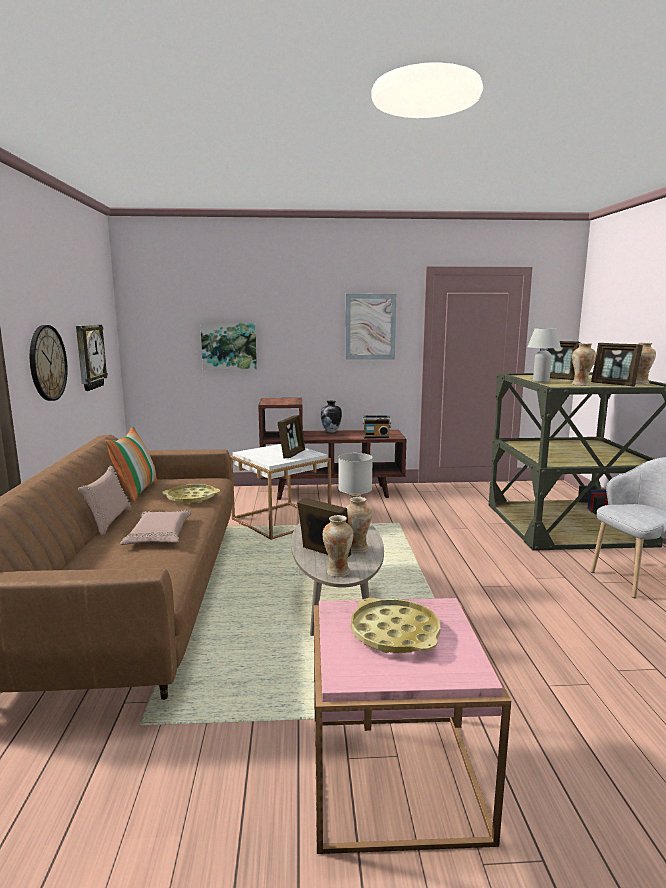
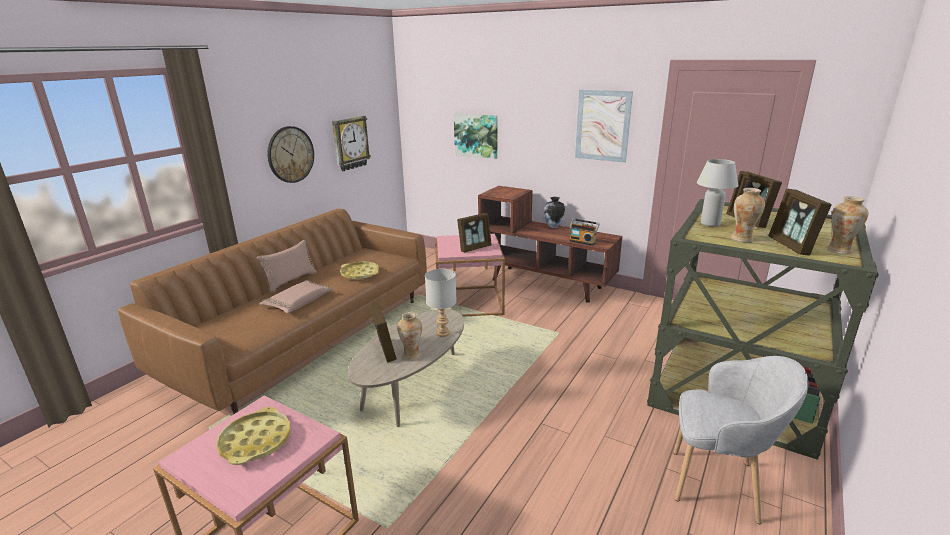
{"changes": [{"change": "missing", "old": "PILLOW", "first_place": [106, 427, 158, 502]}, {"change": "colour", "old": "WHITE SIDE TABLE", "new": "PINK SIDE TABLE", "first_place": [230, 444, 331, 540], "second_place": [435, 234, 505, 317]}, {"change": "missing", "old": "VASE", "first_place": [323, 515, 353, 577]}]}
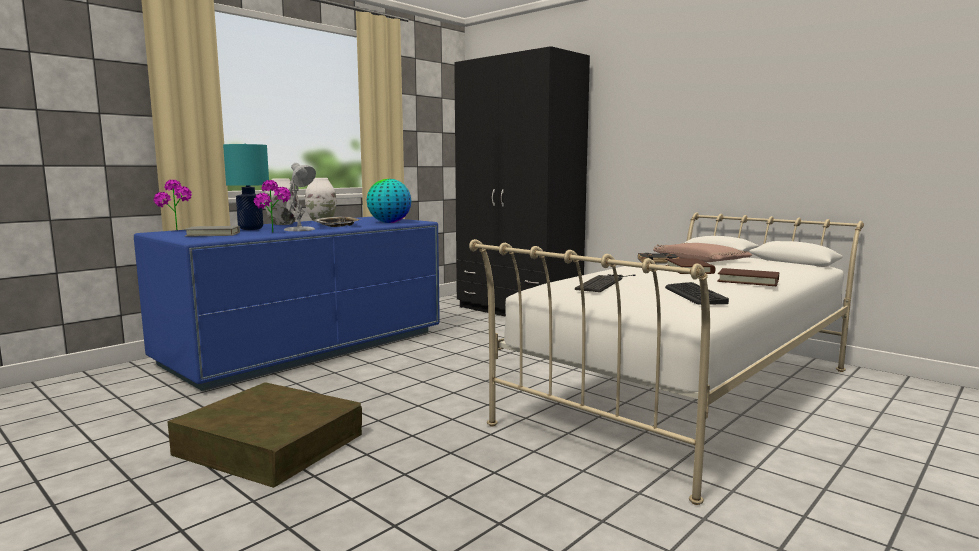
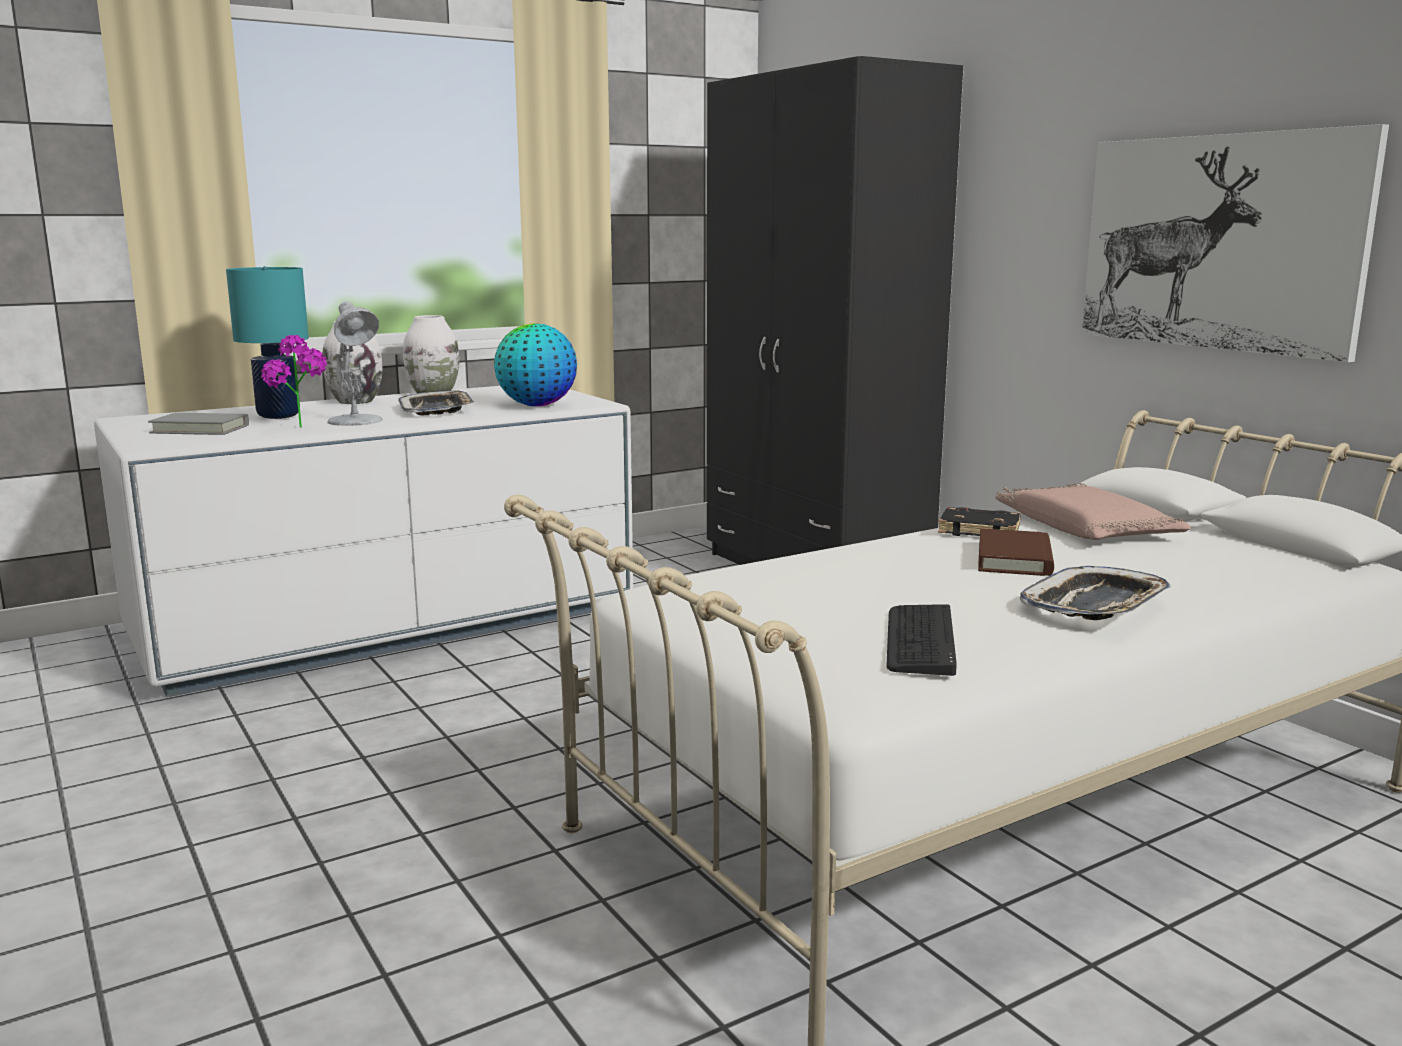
{"changes": [{"change": "missing", "old": "POTTED PLANT", "first_place": [154, 180, 192, 230]}, {"change": "colour", "old": "BLUE DRESSER", "new": "WHITE DRESSER", "first_place": [134, 217, 440, 391], "second_place": [94, 386, 633, 697]}, {"change": "exchanged", "old": "BROWN BOOK", "new": "TRAY", "first_place": [717, 268, 779, 286], "second_place": [1020, 566, 1171, 620]}, {"change": "missing", "old": "KEYBOARD", "first_place": [575, 274, 636, 292]}, {"change": "missing", "old": "BROWN STORAGE BOX", "first_place": [167, 382, 362, 488]}, {"change": "appeared", "new": "PICTURE", "second_place": [1082, 124, 1389, 362]}]}
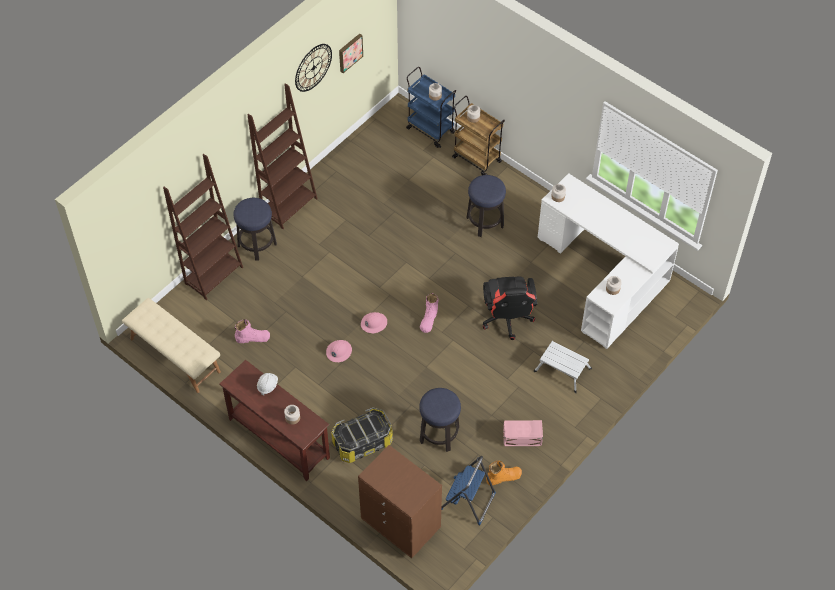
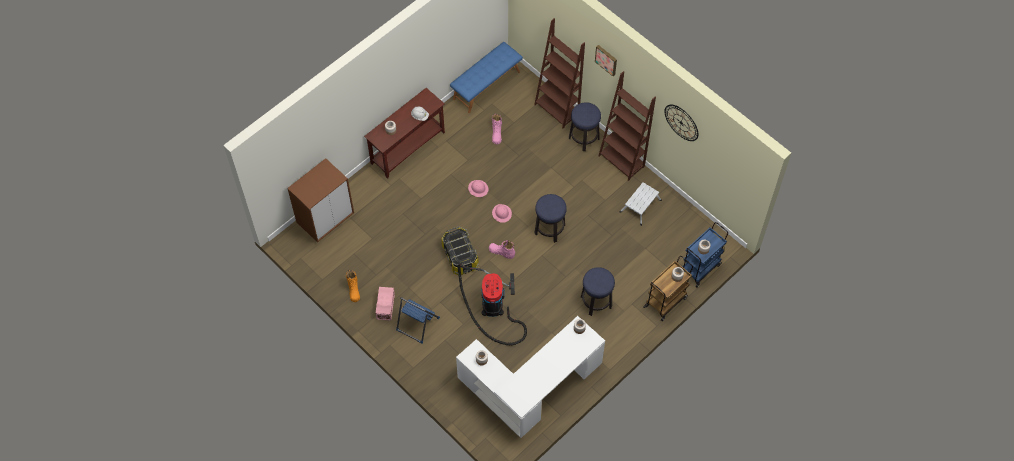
{"changes": [{"change": "relocated", "old": "PICTURE", "first_place": [339, 34, 363, 73], "second_place": [595, 45, 617, 76]}, {"change": "exchanged", "old": "BLACK OFFICE CHAIR", "new": "VACUUM CLEANER", "first_place": [483, 276, 537, 340], "second_place": [458, 263, 527, 345]}, {"change": "colour", "old": "BEIGE BENCH", "new": "BLUE BENCH", "first_place": [122, 298, 221, 393], "second_place": [450, 42, 523, 113]}, {"change": "relocated", "old": "WHITE STEP LADDER", "first_place": [534, 341, 592, 393], "second_place": [620, 182, 662, 226]}, {"change": "relocated", "old": "STOOL", "first_place": [419, 388, 461, 452], "second_place": [534, 194, 567, 243]}, {"change": "relocated", "old": "STORAGE BOX", "first_place": [331, 407, 393, 463], "second_place": [441, 227, 479, 275]}, {"change": "relocated", "old": "BLUE STEP LADDER", "first_place": [441, 456, 496, 525], "second_place": [396, 297, 440, 343]}]}
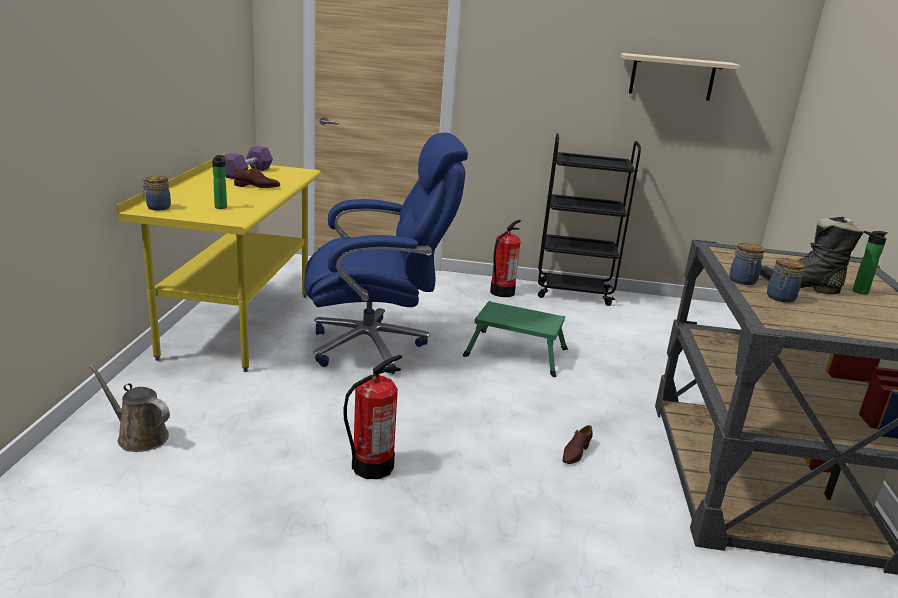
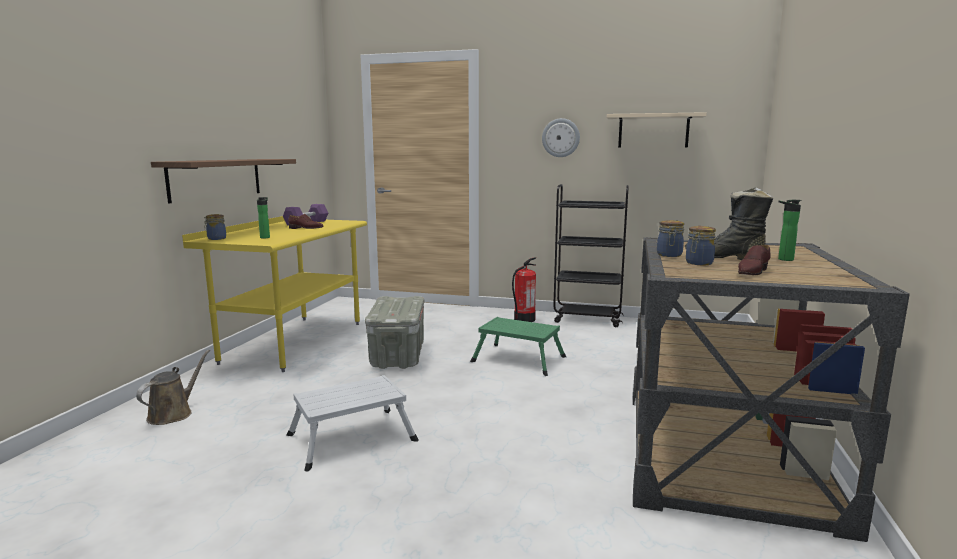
{"changes": [{"change": "exchanged", "old": "BLUE OFFICE CHAIR", "new": "GREY STORAGE BOX", "first_place": [304, 133, 468, 374], "second_place": [365, 296, 424, 369]}, {"change": "exchanged", "old": "FIRE EXTINGUISHER", "new": "WHITE STEP LADDER", "first_place": [344, 355, 402, 479], "second_place": [287, 375, 419, 471]}, {"change": "spun", "old": "BROWN WATERING CAN", "first_place": [89, 365, 170, 452], "second_place": [136, 350, 210, 425], "degrees": 75}, {"change": "relocated", "old": "BROWN SHOE", "first_place": [563, 425, 593, 464], "second_place": [738, 245, 771, 275]}, {"change": "appeared", "new": "WALL CLOCK", "second_place": [542, 118, 580, 157]}, {"change": "appeared", "new": "SHELF", "second_place": [151, 159, 296, 203]}]}
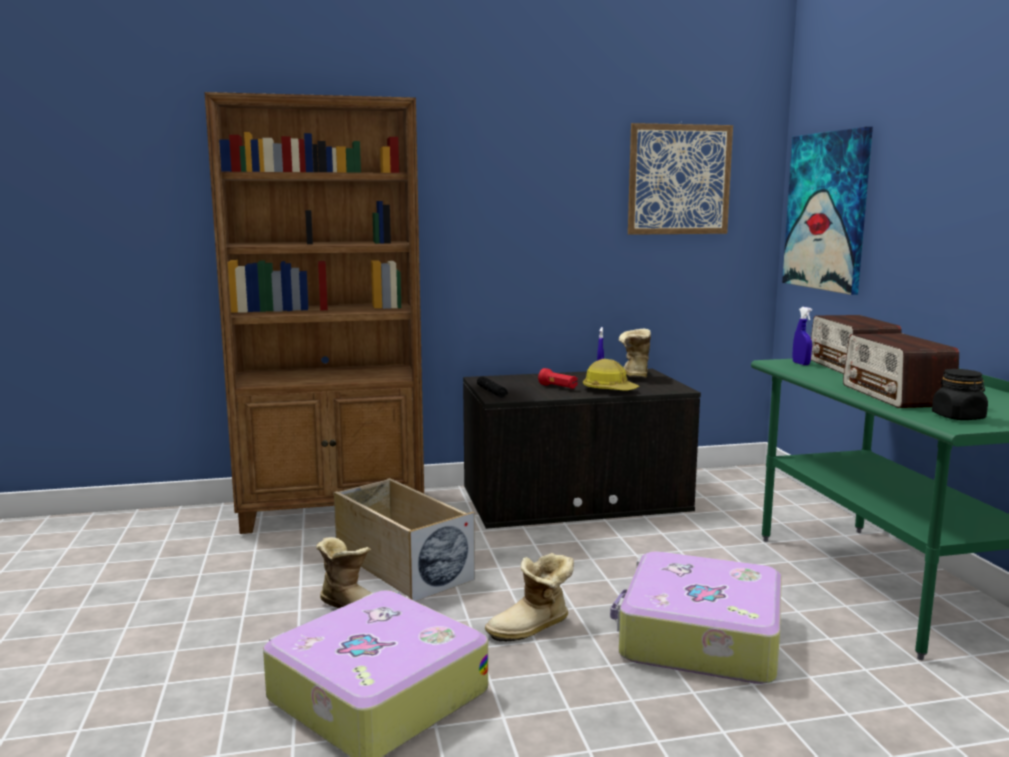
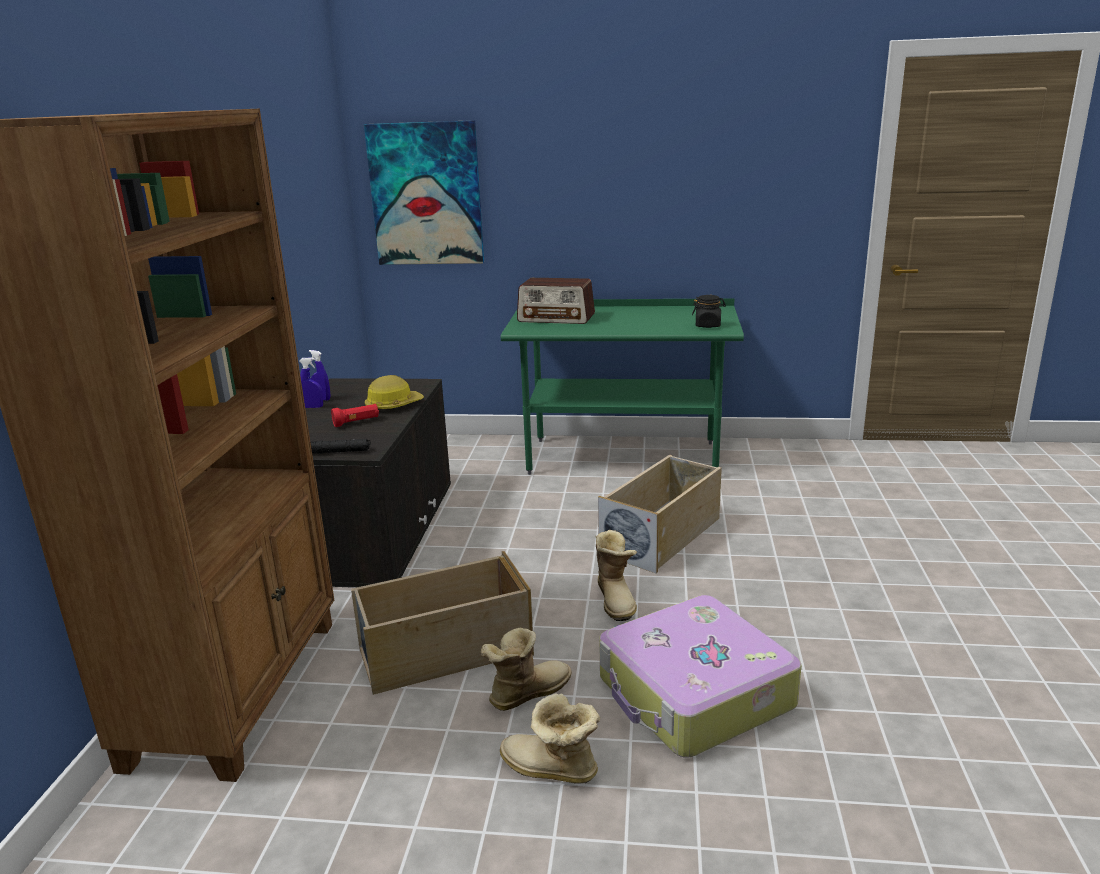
{"changes": [{"change": "missing", "old": "PICTURE", "first_place": [628, 123, 733, 235]}, {"change": "relocated", "old": "BLUE SPRAY BOTTLE", "first_place": [792, 307, 812, 365], "second_place": [299, 357, 323, 408]}, {"change": "relocated", "old": "BOOT", "first_place": [619, 329, 651, 378], "second_place": [500, 693, 600, 784]}, {"change": "missing", "old": "RADIO", "first_place": [843, 333, 959, 408]}, {"change": "exchanged", "old": "SUITCASE", "new": "BEIGE STORAGE BOX", "first_place": [610, 551, 782, 684], "second_place": [598, 455, 722, 574]}]}
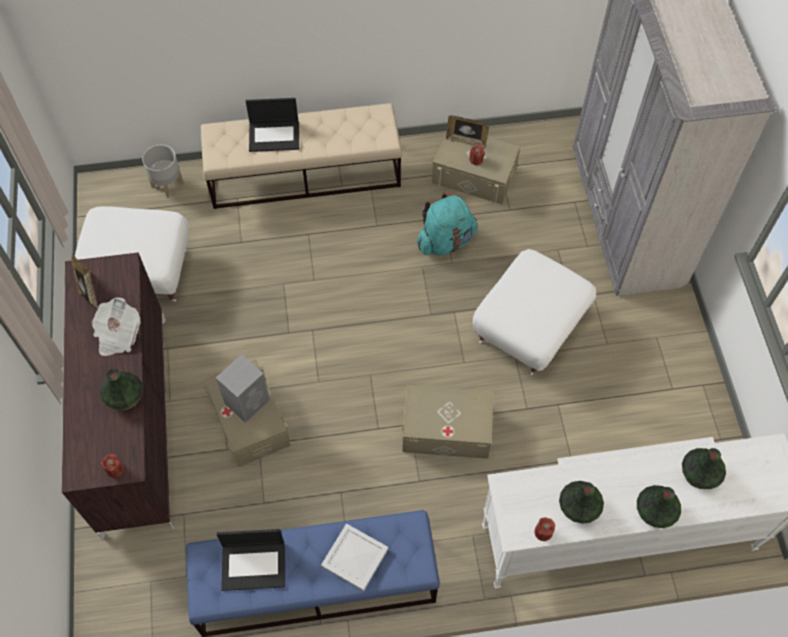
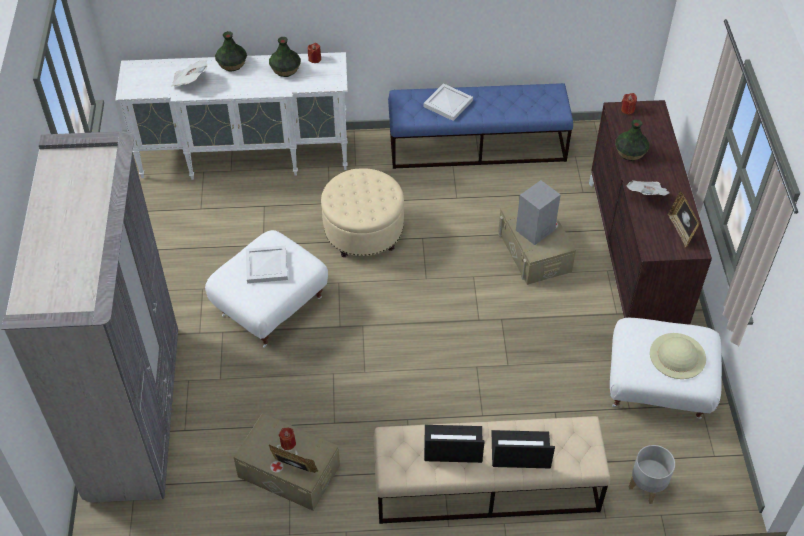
{"changes": [{"change": "missing", "old": "TURQUOISE BACKPACK", "first_place": [417, 192, 477, 256]}, {"change": "exchanged", "old": "BEIGE STORAGE BOX", "new": "BEIGE OTTOMAN", "first_place": [403, 385, 494, 459], "second_place": [321, 168, 404, 257]}, {"change": "exchanged", "old": "VASE", "new": "NEWSPAPER", "first_place": [682, 448, 726, 489], "second_place": [171, 60, 208, 87]}, {"change": "relocated", "old": "LAPTOP", "first_place": [217, 529, 285, 591], "second_place": [424, 425, 485, 463]}, {"change": "appeared", "new": "WHITE TRAY", "second_place": [246, 246, 288, 283]}, {"change": "appeared", "new": "BEIGE HAT", "second_place": [650, 333, 706, 379]}]}
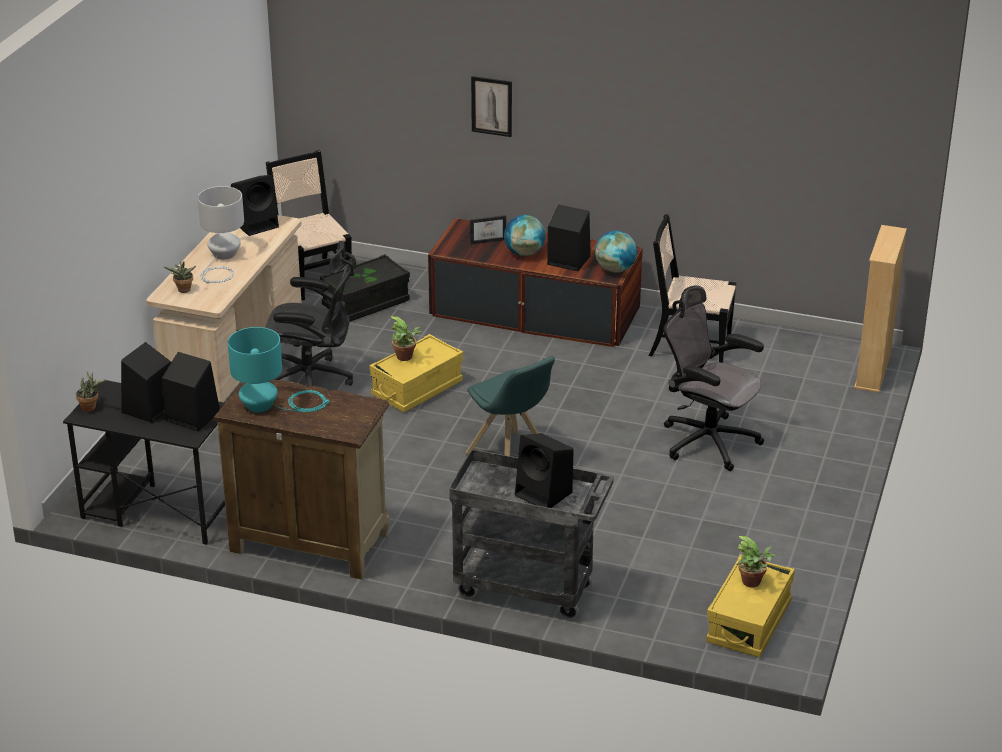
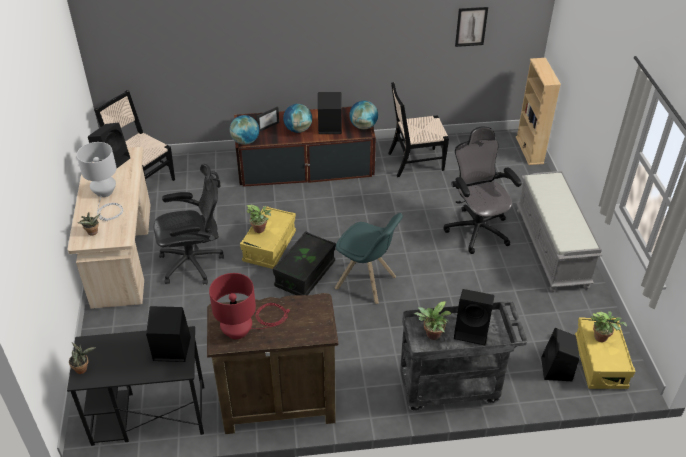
{"changes": [{"change": "relocated", "old": "PICTURE", "first_place": [471, 76, 512, 137], "second_place": [455, 7, 488, 47]}, {"change": "relocated", "old": "BLACK STORAGE BOX", "first_place": [320, 254, 410, 321], "second_place": [273, 231, 336, 295]}, {"change": "spun", "old": "OFFICE CHAIR", "first_place": [664, 285, 764, 471], "second_place": [444, 127, 522, 254], "degrees": 60}, {"change": "colour", "old": "TURQUOISE TABLE LAMP", "new": "RED TABLE LAMP", "first_place": [228, 327, 330, 412], "second_place": [209, 273, 290, 339]}, {"change": "relocated", "old": "BLACK SPEAKER", "first_place": [121, 342, 171, 423], "second_place": [541, 328, 580, 381]}, {"change": "appeared", "new": "GLOBE", "second_place": [230, 115, 259, 145]}, {"change": "appeared", "new": "GREY BENCH", "second_place": [516, 171, 602, 292]}, {"change": "appeared", "new": "POTTED PLANT", "second_place": [414, 301, 451, 340]}]}
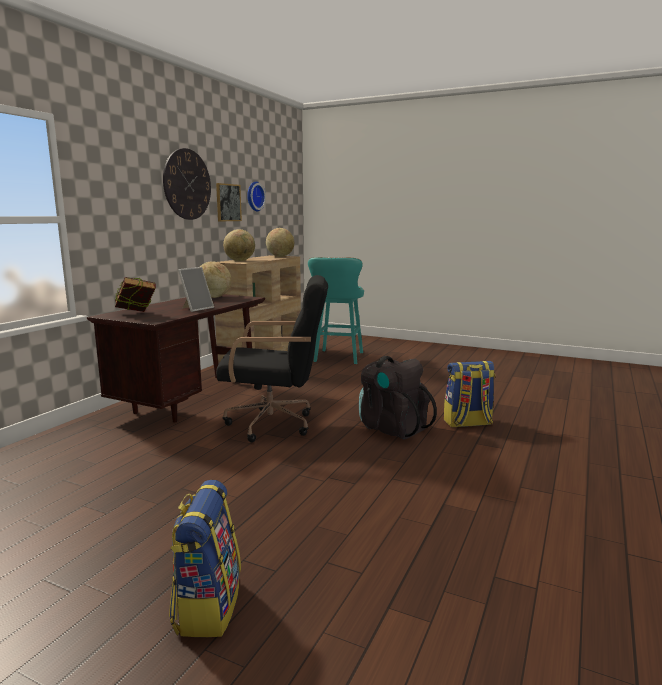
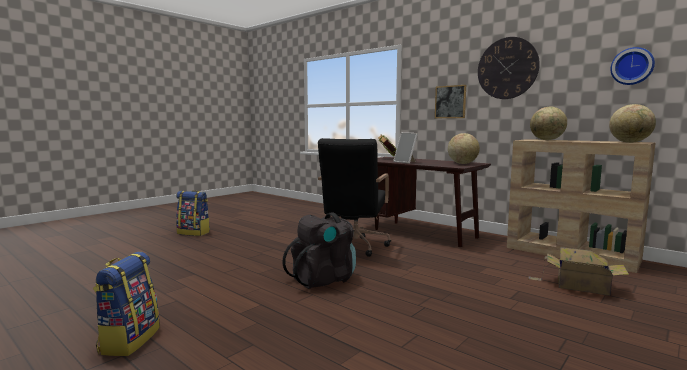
{"changes": [{"change": "relocated", "old": "PICTURE", "first_place": [216, 183, 242, 221], "second_place": [435, 85, 466, 118]}, {"change": "exchanged", "old": "TURQUOISE STOOL", "new": "CARDBOARD BOX", "first_place": [308, 257, 364, 364], "second_place": [528, 247, 629, 296]}, {"change": "relocated", "old": "BACKPACK", "first_place": [444, 361, 495, 427], "second_place": [93, 252, 160, 356]}]}
